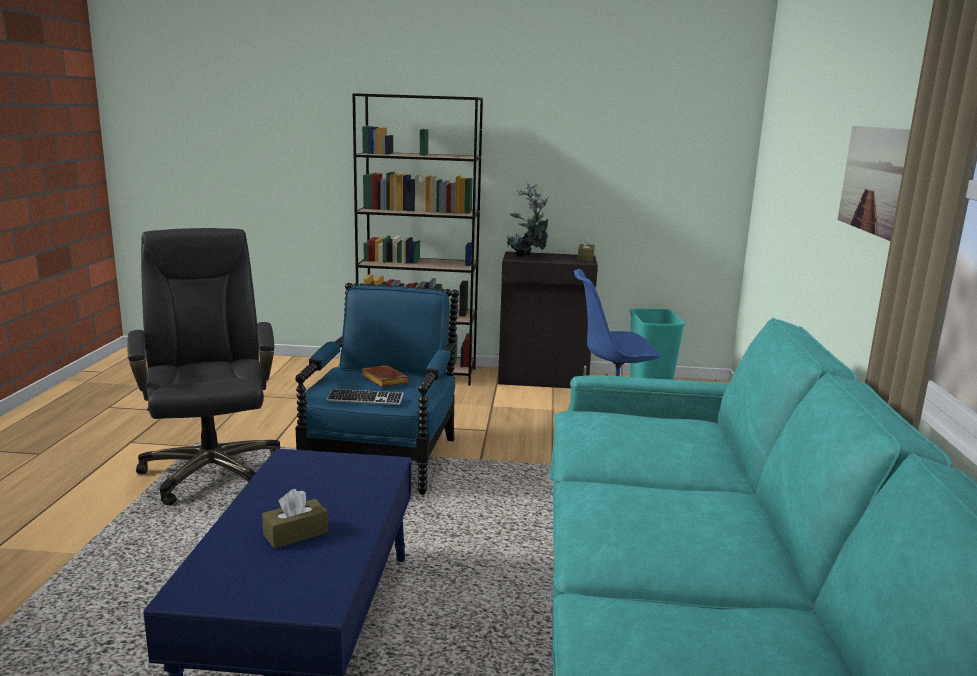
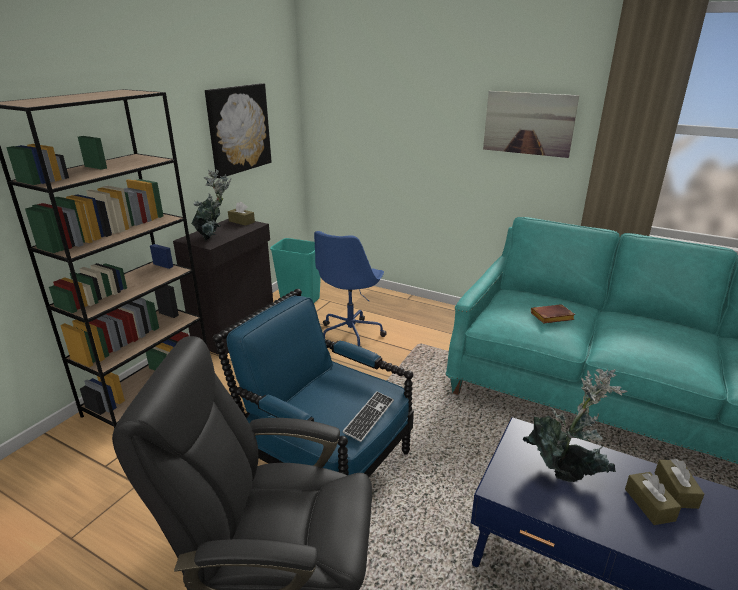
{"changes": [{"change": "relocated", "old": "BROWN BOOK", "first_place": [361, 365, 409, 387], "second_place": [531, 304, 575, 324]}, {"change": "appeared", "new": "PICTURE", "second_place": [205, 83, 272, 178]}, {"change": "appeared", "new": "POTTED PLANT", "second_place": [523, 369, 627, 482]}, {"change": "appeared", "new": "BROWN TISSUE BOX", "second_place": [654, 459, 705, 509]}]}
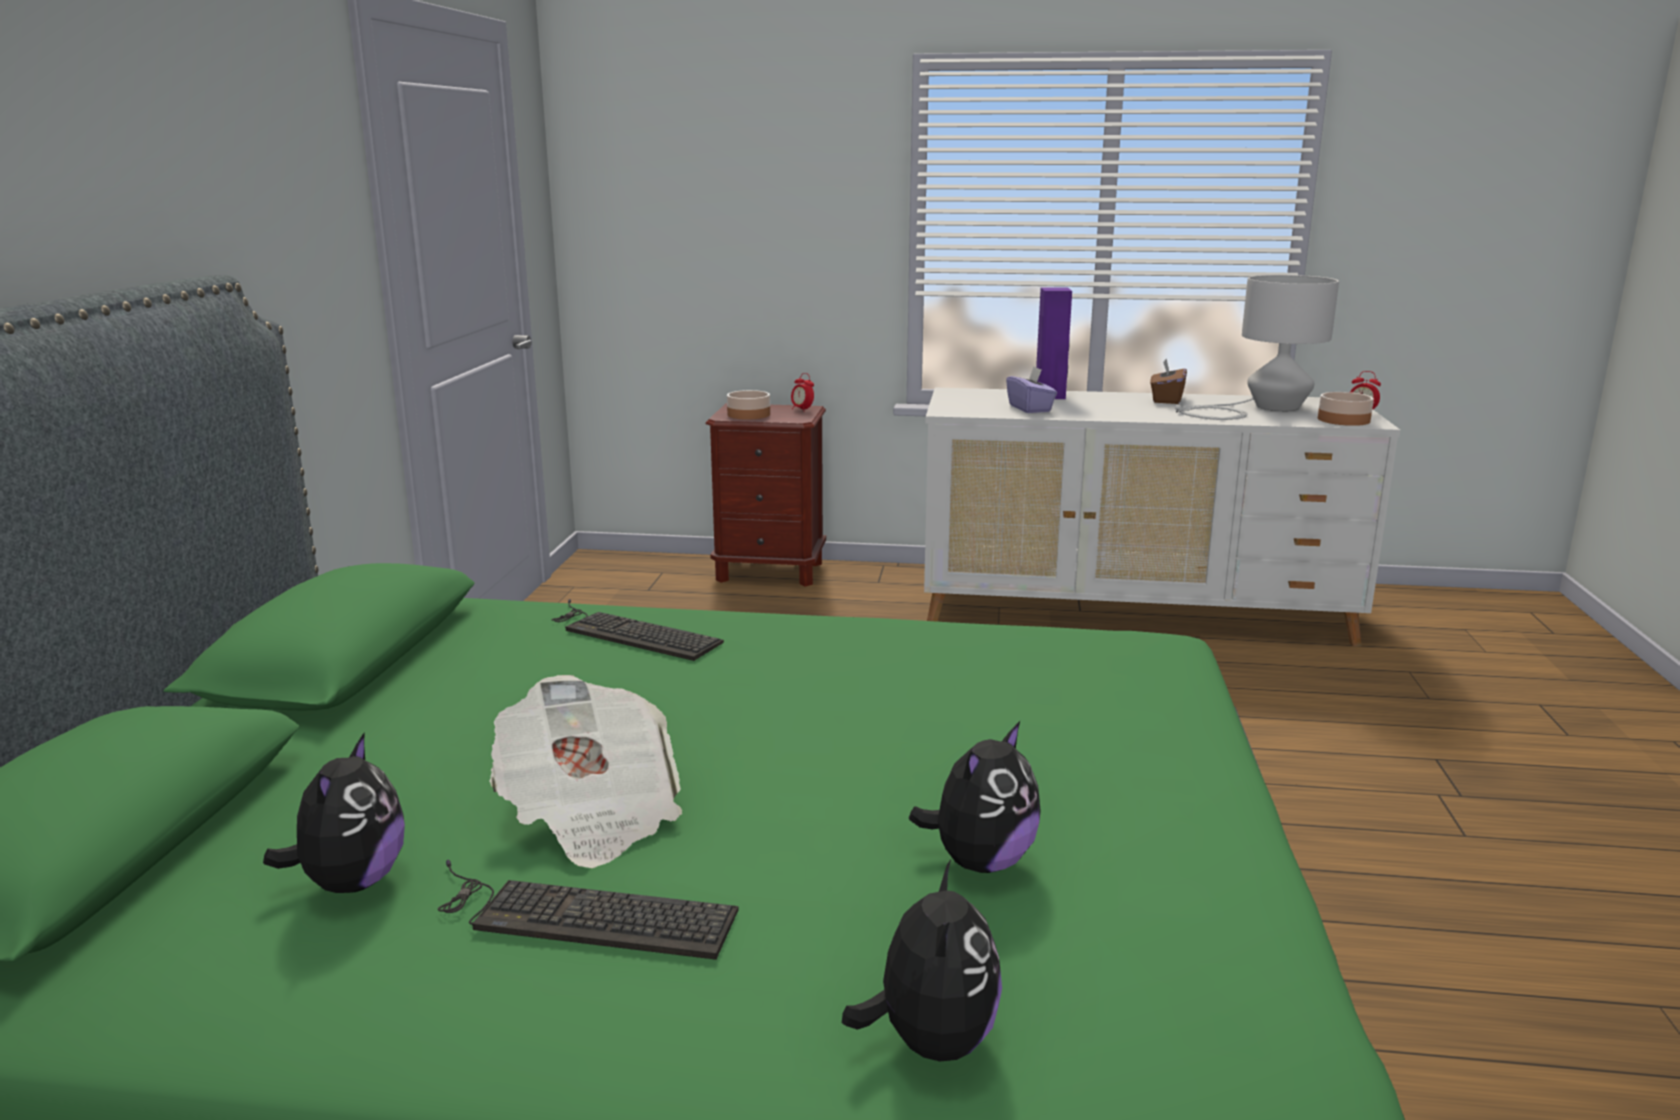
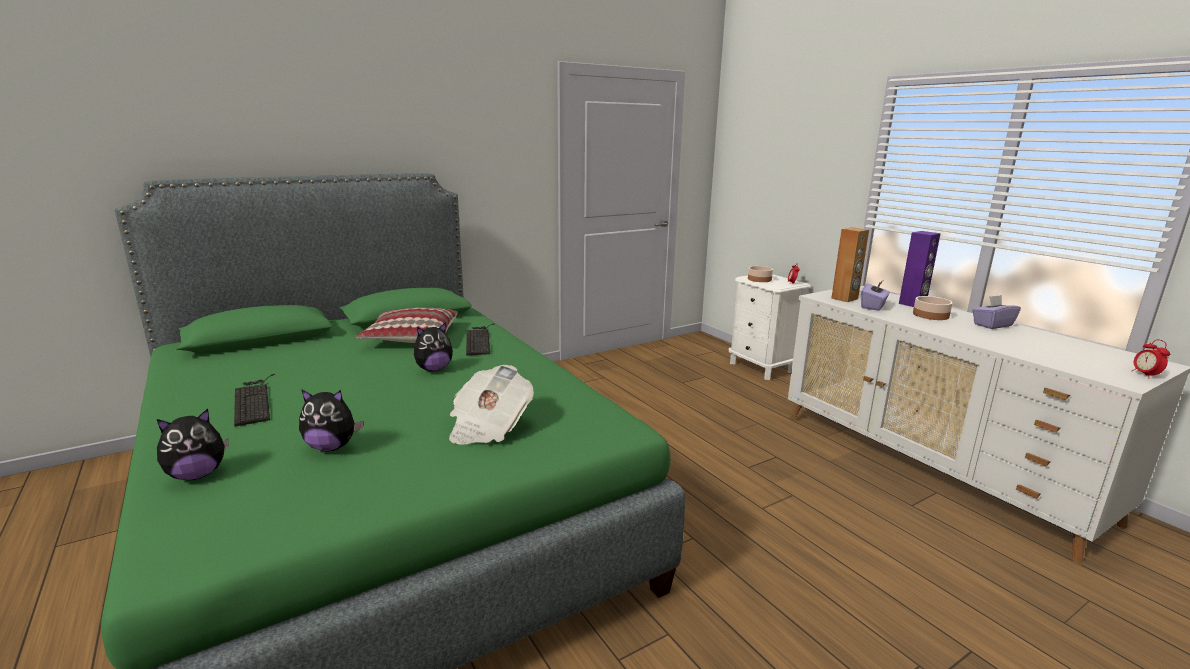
{"changes": [{"change": "missing", "old": "GREY TABLE LAMP", "first_place": [1175, 275, 1339, 420]}, {"change": "colour", "old": "BROWN TISSUE BOX", "new": "PURPLE TISSUE BOX", "first_place": [1150, 359, 1187, 404], "second_place": [972, 295, 1021, 329]}, {"change": "relocated", "old": "BOWL", "first_place": [1318, 392, 1374, 426], "second_place": [913, 296, 953, 320]}, {"change": "colour", "old": "BROWN NIGHTSTAND", "new": "WHITE NIGHTSTAND", "first_place": [706, 403, 826, 587], "second_place": [729, 275, 811, 380]}, {"change": "relocated", "old": "NEWSPAPER", "first_place": [489, 675, 682, 868], "second_place": [449, 365, 534, 445]}, {"change": "relocated", "old": "PLUSH TOY", "first_place": [263, 732, 405, 893], "second_place": [414, 322, 453, 372]}, {"change": "appeared", "new": "BROWN SPEAKER", "second_place": [831, 227, 869, 302]}, {"change": "appeared", "new": "PILLOW", "second_place": [356, 307, 458, 343]}]}
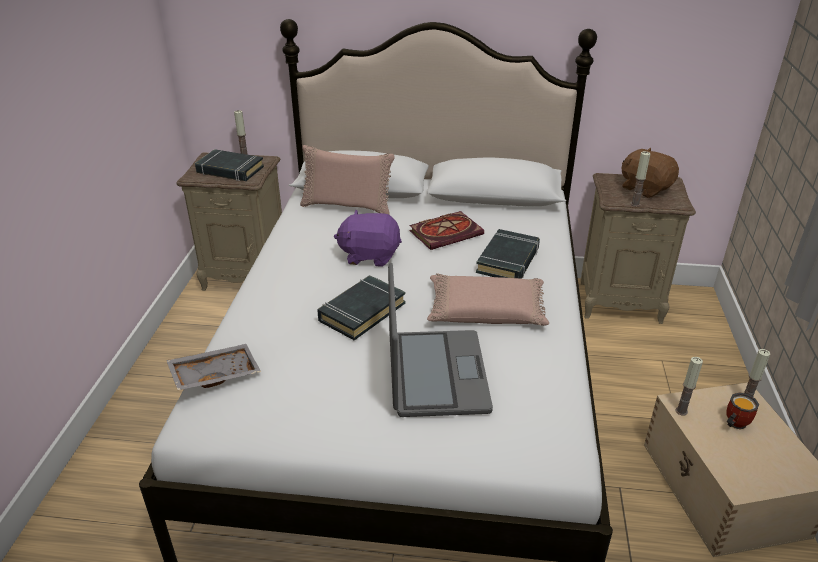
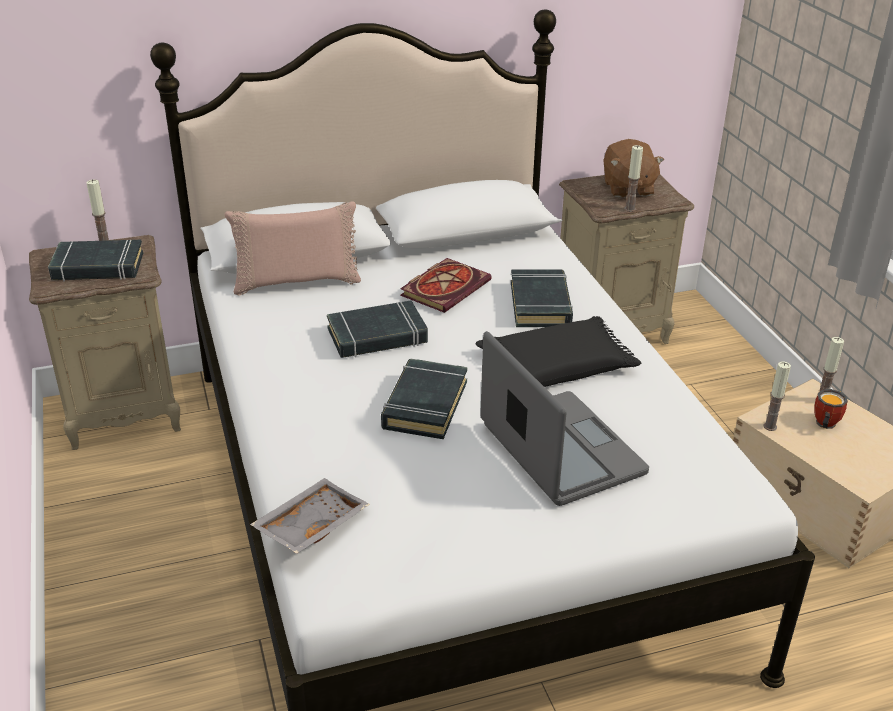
{"changes": [{"change": "spun", "old": "BROWN PLUSH TOY", "first_place": [622, 148, 679, 198], "second_place": [603, 139, 664, 198], "degrees": -120}, {"change": "exchanged", "old": "PURPLE PLUSH TOY", "new": "BLACK BOOK", "first_place": [334, 210, 402, 267], "second_place": [327, 300, 428, 358]}, {"change": "colour", "old": "BEIGE PILLOW", "new": "BLACK PILLOW", "first_place": [427, 274, 549, 326], "second_place": [476, 316, 641, 387]}]}
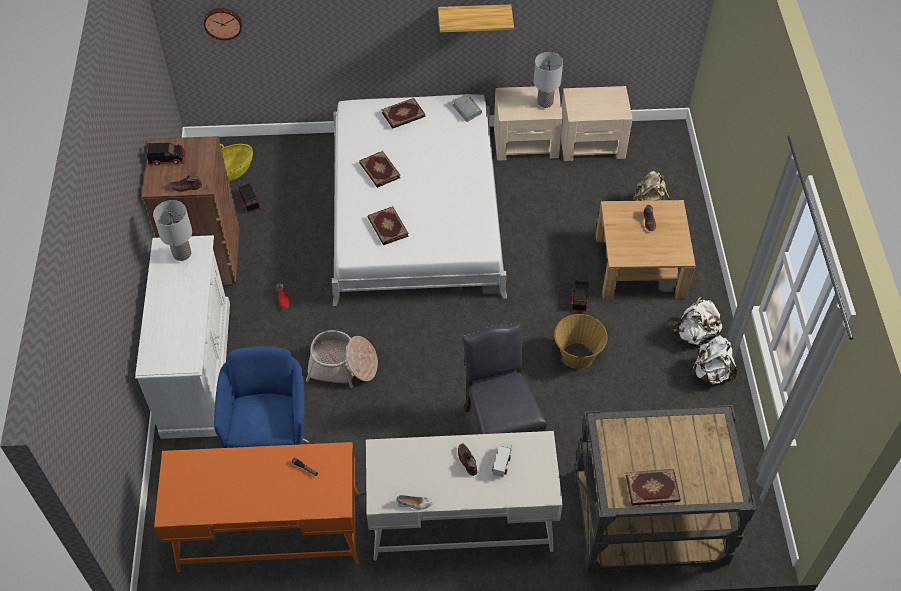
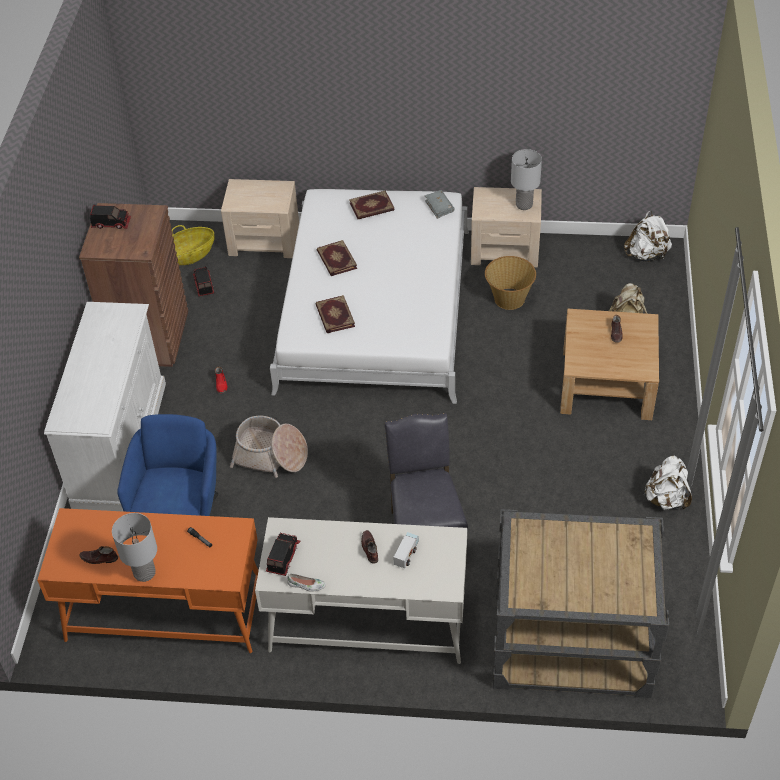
{"changes": [{"change": "missing", "old": "SHELF", "first_place": [438, 4, 514, 32]}, {"change": "missing", "old": "WALL CLOCK", "first_place": [204, 8, 242, 40]}, {"change": "relocated", "old": "BEIGE NIGHTSTAND", "first_place": [561, 86, 633, 161], "second_place": [221, 179, 299, 258]}, {"change": "relocated", "old": "BROWN SHOE", "first_place": [169, 175, 202, 192], "second_place": [79, 546, 118, 564]}, {"change": "relocated", "old": "GREY TABLE LAMP", "first_place": [153, 200, 192, 261], "second_place": [112, 513, 157, 582]}, {"change": "relocated", "old": "TOY TRUCK", "first_place": [571, 280, 590, 312], "second_place": [266, 532, 301, 576]}, {"change": "relocated", "old": "WHITE BACKPACK", "first_place": [673, 297, 722, 345], "second_place": [624, 211, 672, 262]}, {"change": "relocated", "old": "BASKET", "first_place": [554, 314, 607, 369], "second_place": [485, 256, 536, 310]}, {"change": "missing", "old": "BOOK", "first_place": [626, 469, 681, 506]}]}
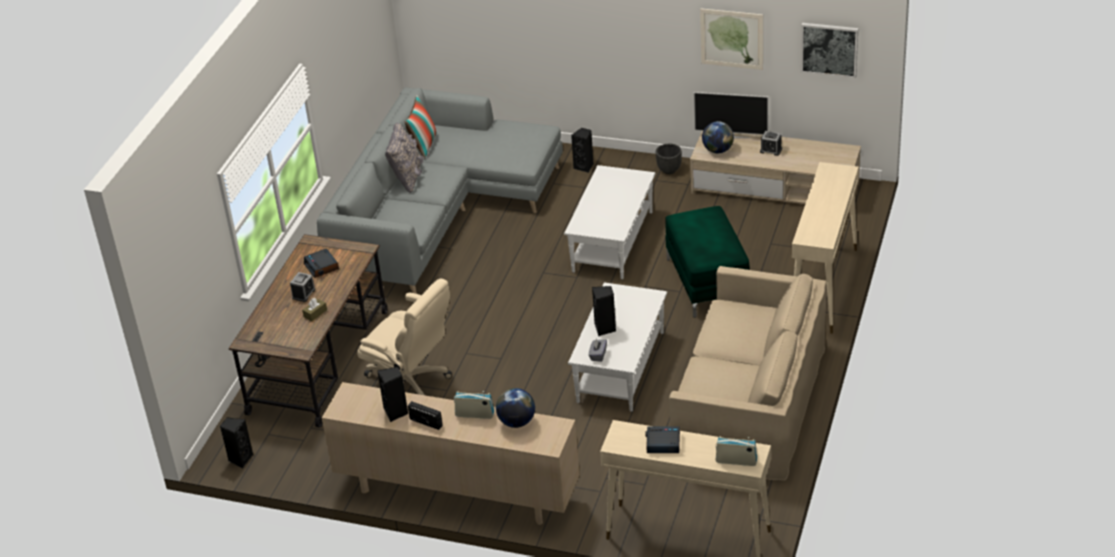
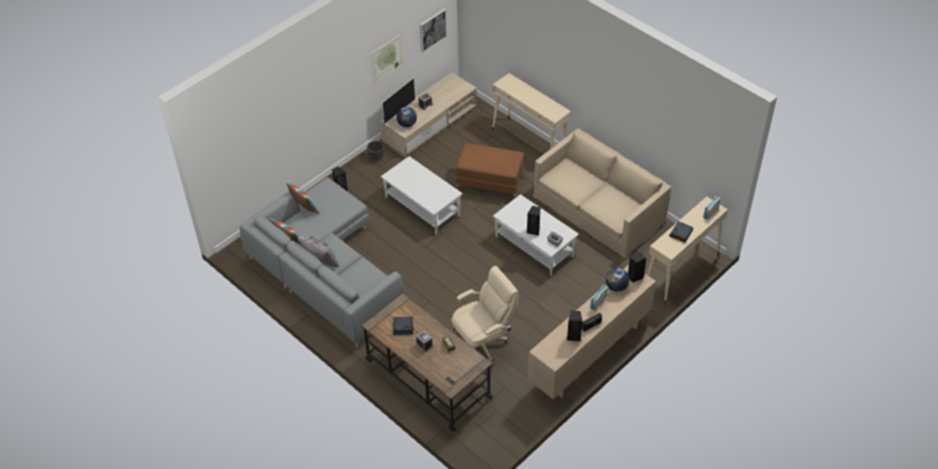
{"changes": [{"change": "colour", "old": "GREEN OTTOMAN", "new": "BROWN OTTOMAN", "first_place": [665, 206, 750, 318], "second_place": [456, 143, 524, 200]}, {"change": "relocated", "old": "BLACK SPEAKER", "first_place": [220, 418, 253, 468], "second_place": [628, 250, 646, 283]}, {"change": "appeared", "new": "PILLOW", "second_place": [286, 182, 319, 214]}]}
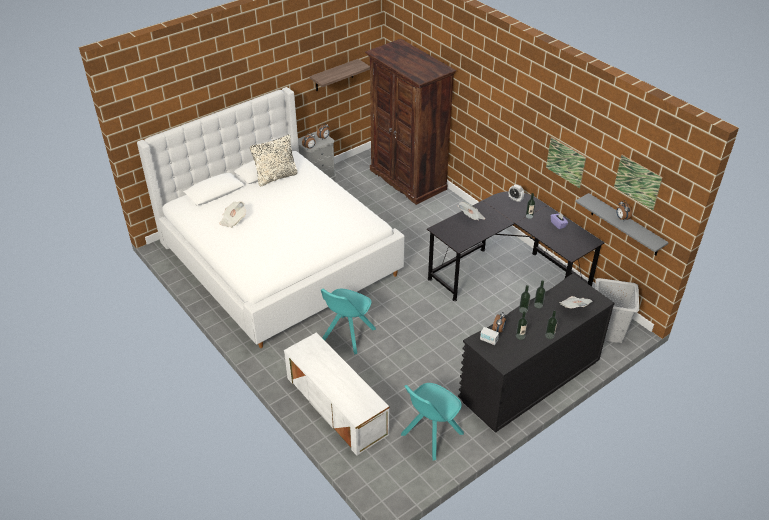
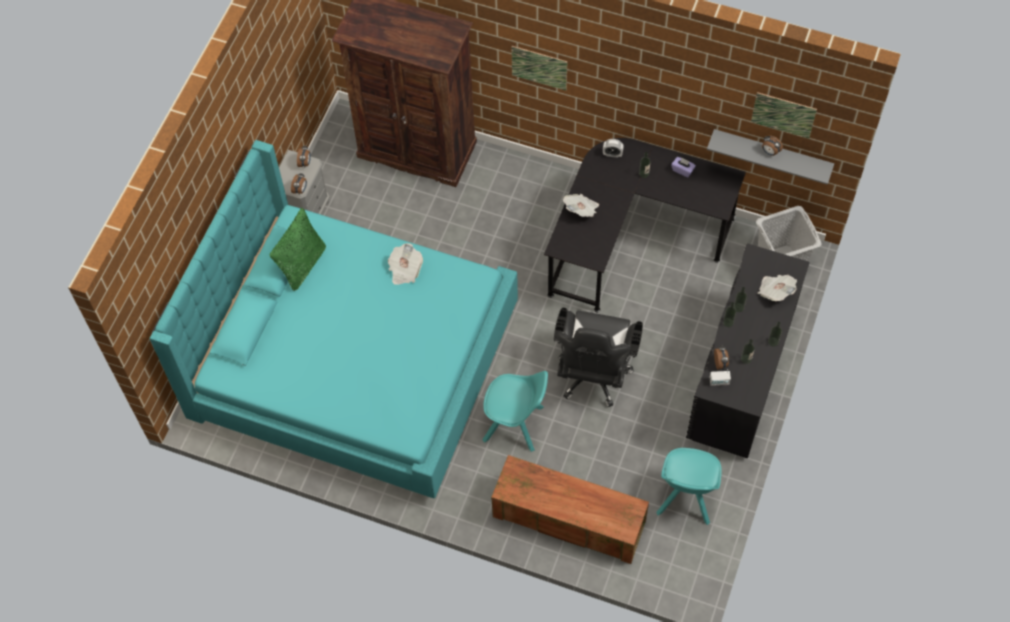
{"changes": [{"change": "missing", "old": "SHELF", "first_place": [310, 59, 370, 91]}, {"change": "colour", "old": "WHITE BED", "new": "TURQUOISE BED", "first_place": [137, 87, 405, 348], "second_place": [150, 140, 518, 498]}, {"change": "colour", "old": "BEIGE PILLOW", "new": "GREEN PILLOW", "first_place": [250, 134, 298, 187], "second_place": [270, 208, 326, 291]}, {"change": "relocated", "old": "PICTURE", "first_place": [546, 137, 586, 188], "second_place": [511, 46, 567, 91]}, {"change": "relocated", "old": "NEWSPAPER", "first_place": [219, 201, 246, 228], "second_place": [388, 243, 423, 285]}, {"change": "spun", "old": "TURQUOISE CHAIR", "first_place": [321, 289, 376, 355], "second_place": [482, 371, 548, 452], "degrees": -75}, {"change": "colour", "old": "WHITE BENCH", "new": "BROWN BENCH", "first_place": [284, 332, 389, 456], "second_place": [491, 455, 649, 564]}, {"change": "appeared", "new": "BLACK OFFICE CHAIR", "second_place": [554, 308, 643, 407]}]}
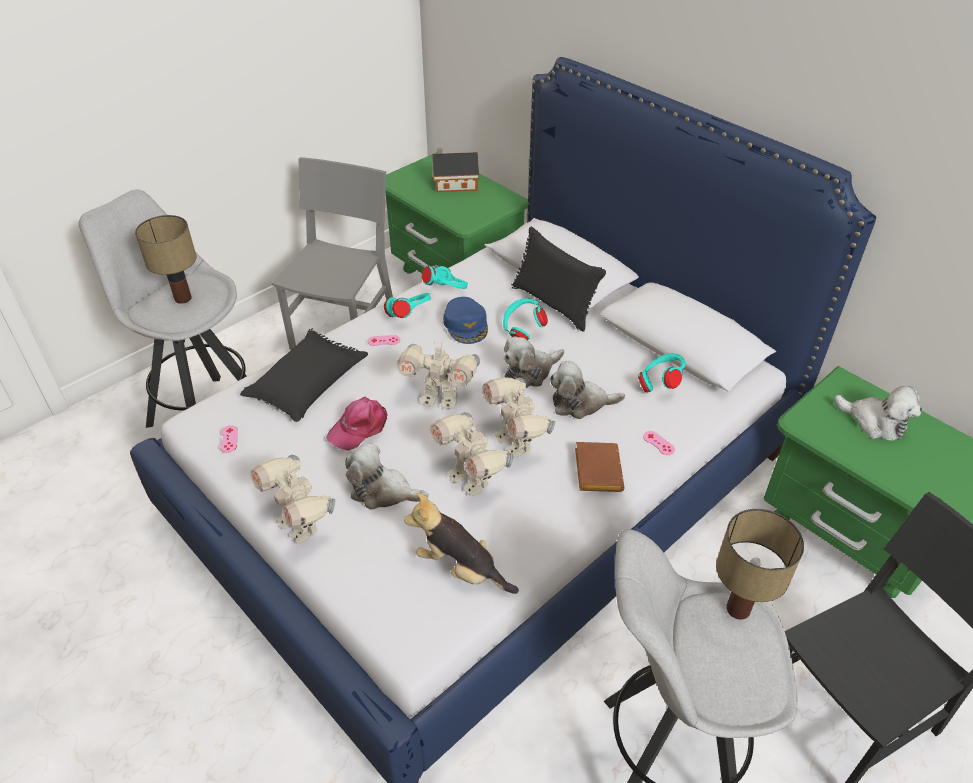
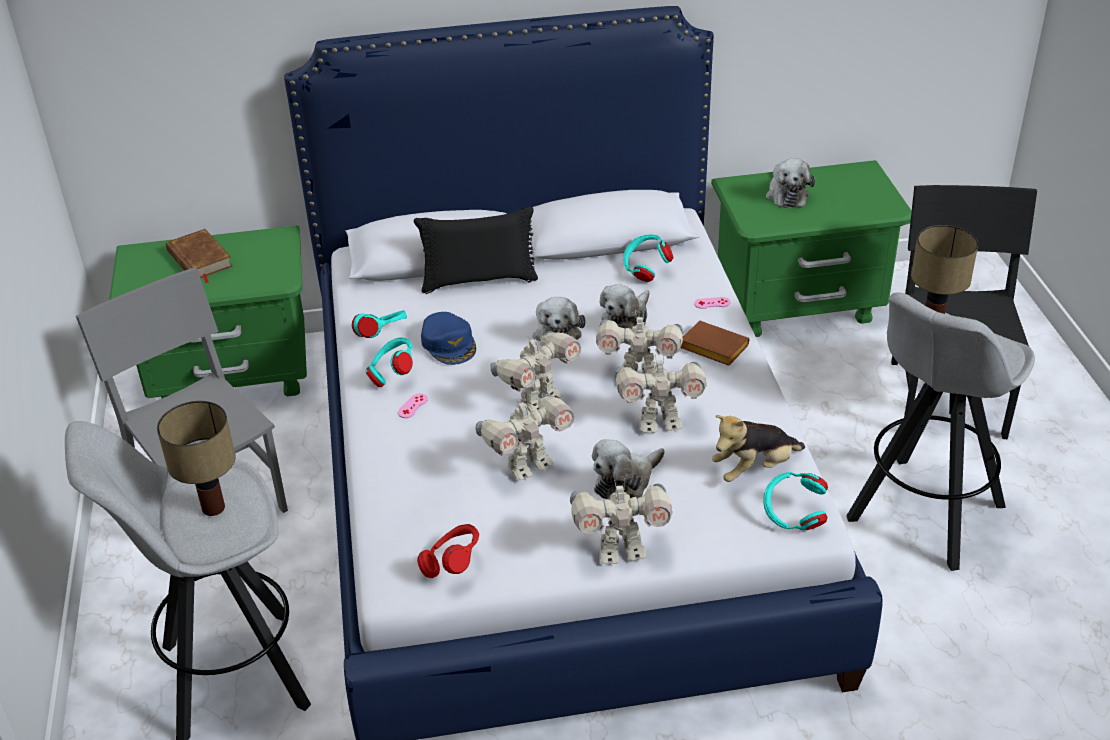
{"changes": [{"change": "exchanged", "old": "TOY HOUSE", "new": "BROWN BOOK", "first_place": [432, 148, 479, 192], "second_place": [166, 229, 233, 283]}, {"change": "spun", "old": "BLUE CAP", "first_place": [443, 297, 488, 344], "second_place": [421, 312, 476, 365], "degrees": 45}, {"change": "relocated", "old": "TURQUOISE HEADPHONES", "first_place": [503, 298, 548, 340], "second_place": [763, 472, 828, 530]}, {"change": "missing", "old": "BLACK PILLOW", "first_place": [240, 329, 368, 422]}, {"change": "spun", "old": "PLUSH TOY", "first_place": [834, 386, 922, 441], "second_place": [766, 158, 815, 208], "degrees": 105}, {"change": "exchanged", "old": "PINK CAP", "new": "TOY ROBOT", "first_place": [326, 397, 387, 451], "second_place": [476, 394, 574, 481]}, {"change": "exchanged", "old": "PINK GAME CONTROLLER", "new": "RED HEADPHONES", "first_place": [220, 425, 238, 453], "second_place": [417, 524, 479, 578]}]}
